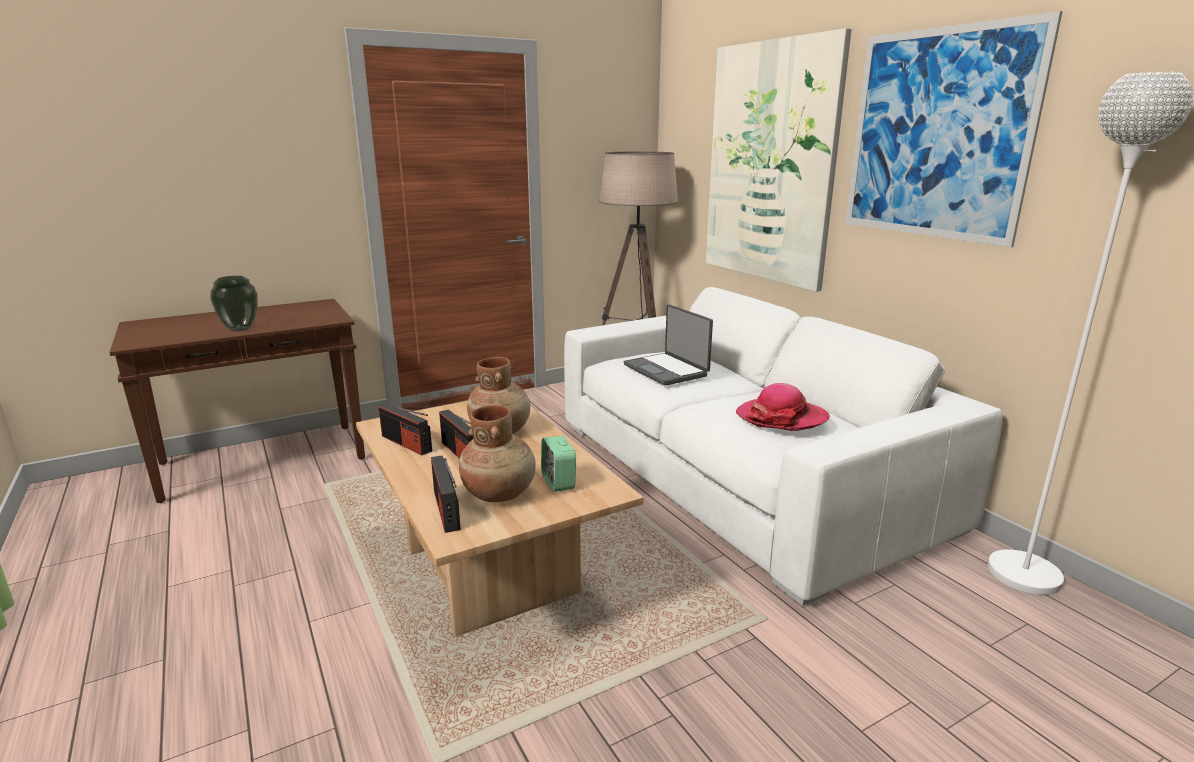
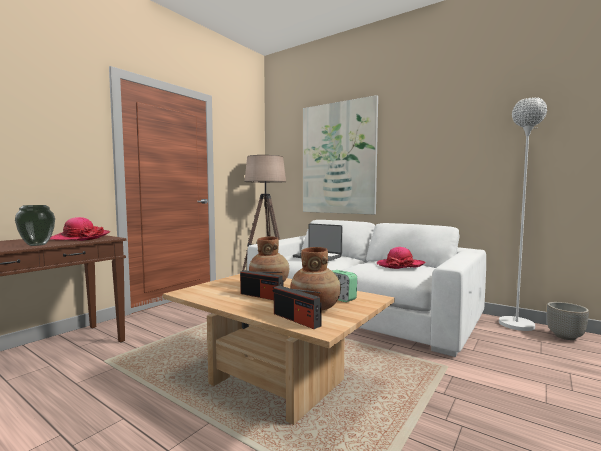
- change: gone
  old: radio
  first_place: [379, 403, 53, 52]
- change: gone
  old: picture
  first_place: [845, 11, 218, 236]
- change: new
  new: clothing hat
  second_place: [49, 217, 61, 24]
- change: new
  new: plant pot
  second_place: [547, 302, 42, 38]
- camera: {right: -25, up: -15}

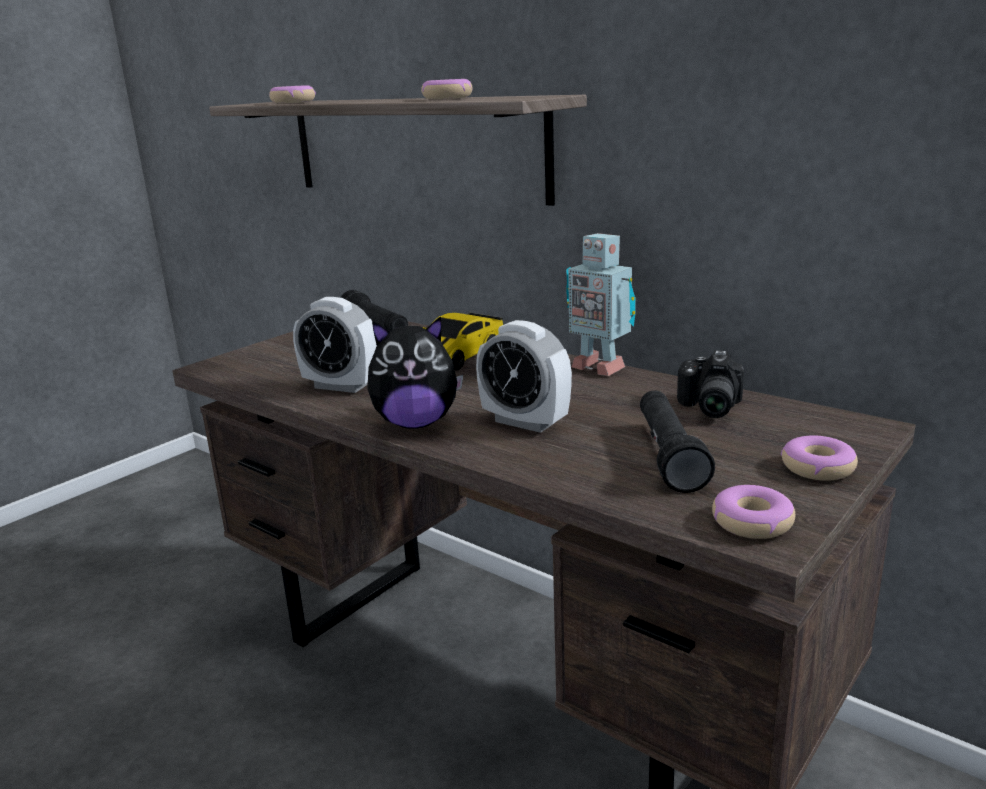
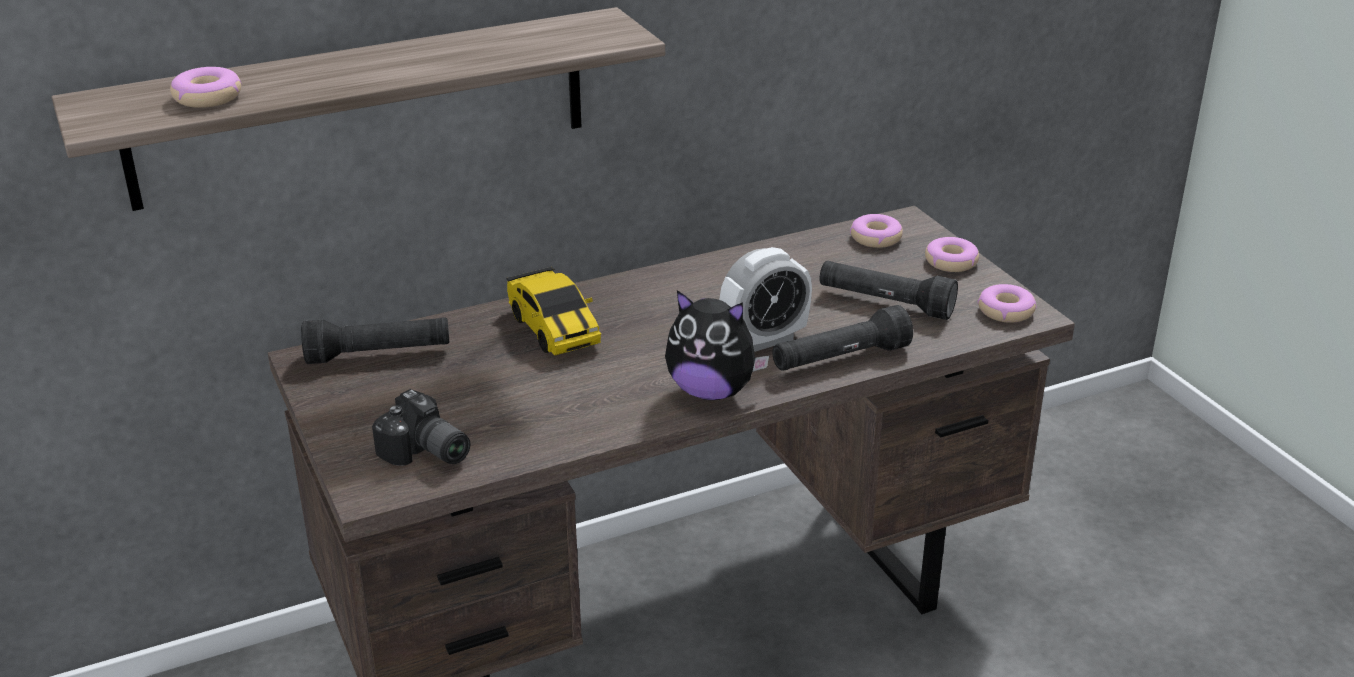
- change: gone
  old: table clock
  first_place: [293, 297, 84, 96]
- change: rotated
  old: plush toy
  first_place: [367, 317, 96, 112]
  second_place: [665, 290, 105, 110]
  degrees: 90
- change: shifted
  old: doughnut
  first_place: [421, 79, 52, 20]
  second_place: [850, 214, 53, 34]
- change: gone
  old: toy robot
  first_place: [566, 233, 70, 143]
- change: shifted
  old: still camera
  first_place: [677, 351, 67, 67]
  second_place: [372, 389, 98, 76]
- change: new
  new: blackish torch
  second_place: [772, 305, 141, 66]
- camera: {right: -65, up: 10}

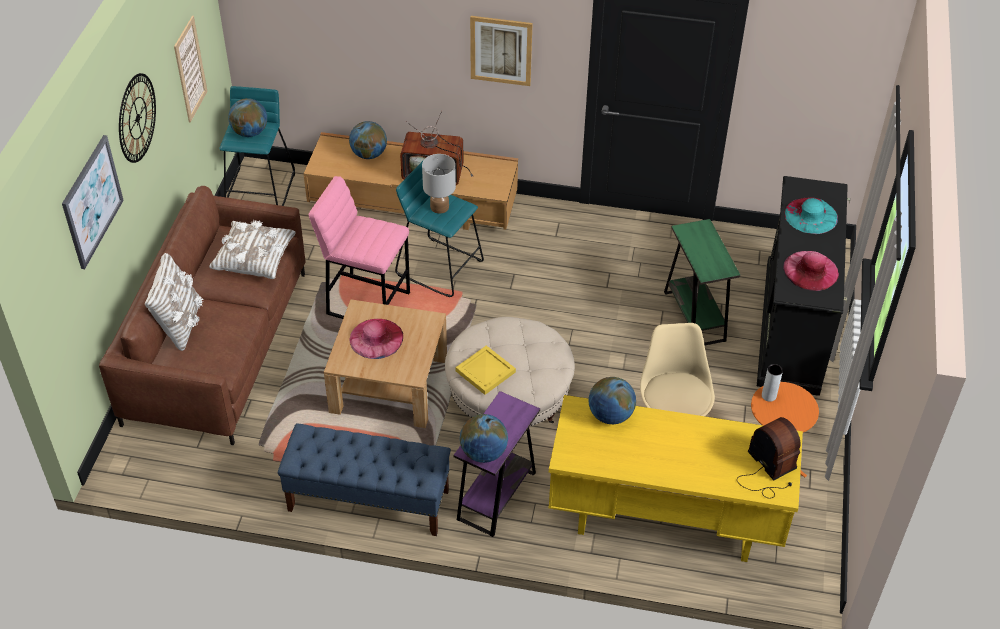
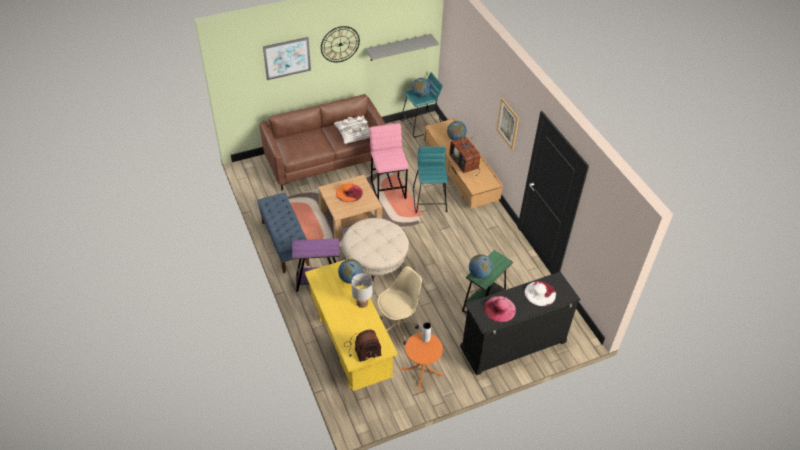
- change: gone
  old: whitish pillow
  first_place: [145, 253, 58, 98]
- change: swapped
  old: picture
  new: gray wall shelf
  first_place: [174, 16, 33, 107]
  second_place: [365, 34, 74, 27]
- change: repainted
  old: pinkish clothing hat
  new: orangey clothing hat
  first_place: [350, 319, 53, 40]
  second_place: [336, 183, 27, 19]
- change: shifted
  old: gray table lamp
  first_place: [422, 154, 34, 59]
  second_place: [352, 273, 20, 35]
- change: gone
  old: yellowish serving tray
  first_place: [456, 345, 60, 50]
- change: shifted
  old: globe
  first_place: [460, 414, 48, 49]
  second_place: [469, 254, 24, 25]
- change: rotated
  old: radio
  first_place: [737, 417, 63, 82]
  second_place: [344, 330, 38, 32]
  degrees: 45
- change: repainted
  old: turquoise-coloured clothing hat
  new: whitish clothing hat
  first_place: [785, 197, 53, 37]
  second_place: [525, 281, 31, 25]
- camera: {right: 55, up: 0}

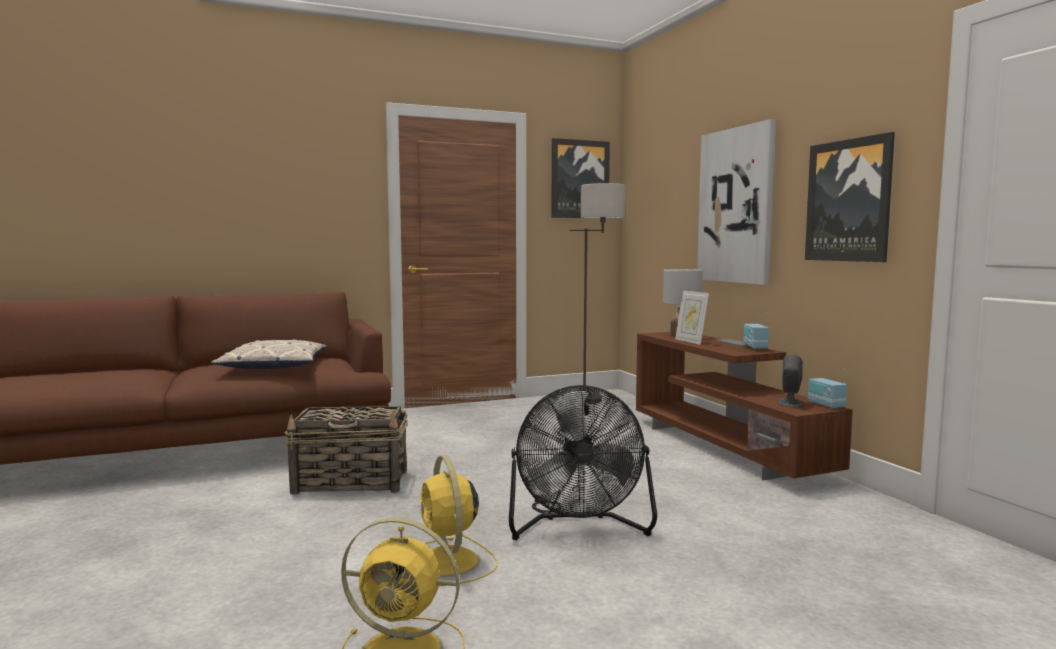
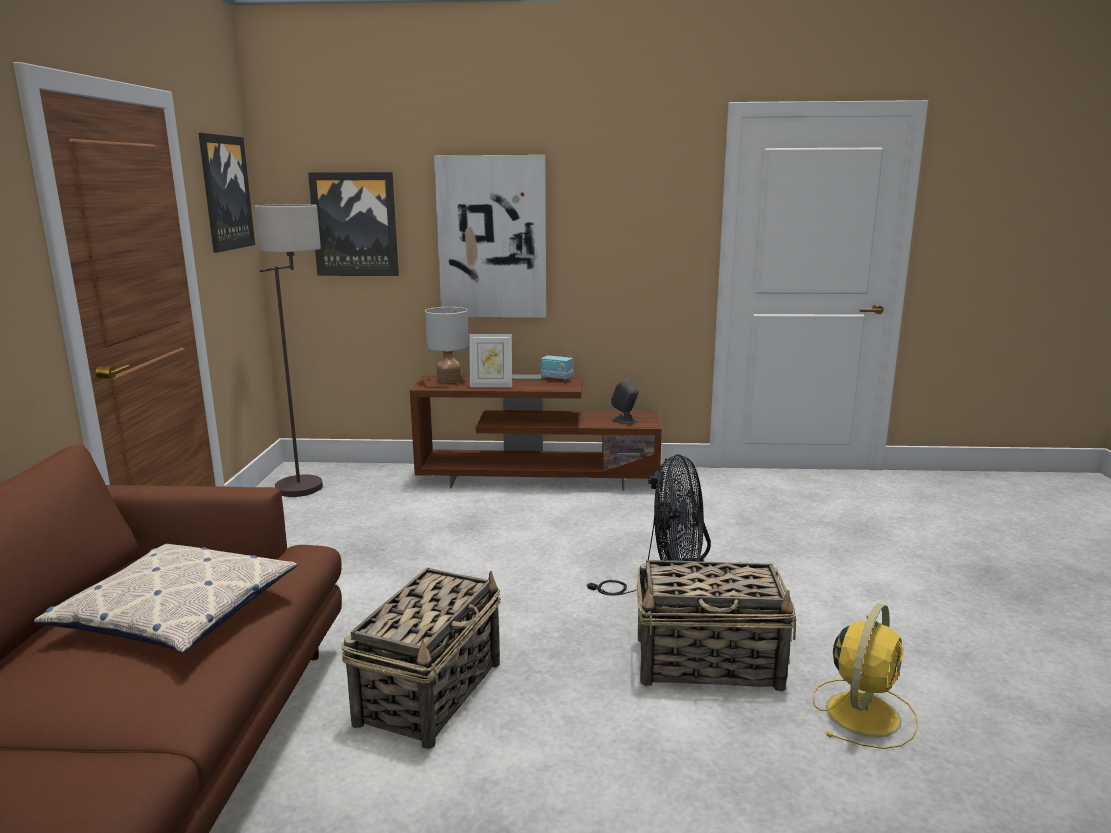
- change: swapped
  old: yellowish cooling fan
  new: storage basket
  first_place: [420, 455, 77, 131]
  second_place: [636, 560, 160, 132]
- change: shifted
  old: picture
  first_place: [805, 132, 90, 130]
  second_place: [308, 172, 91, 104]
- change: gone
  old: radio
  first_place: [808, 368, 39, 41]
- camera: {right: -65, up: 10}

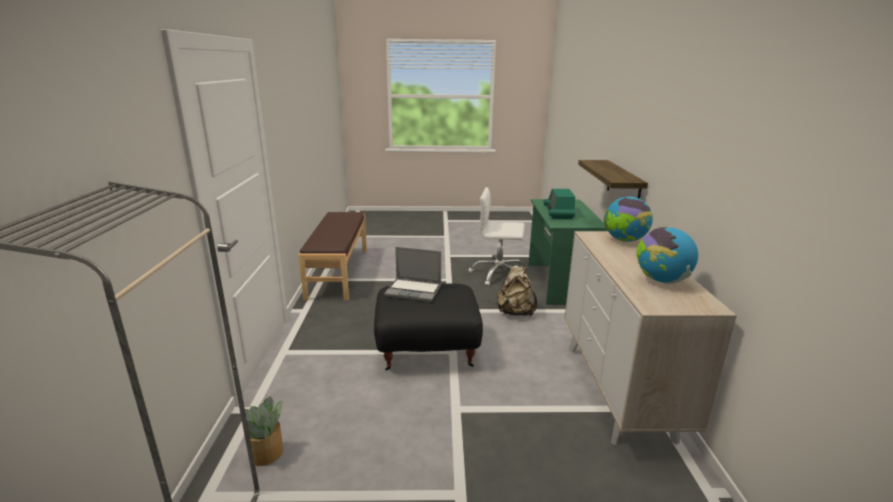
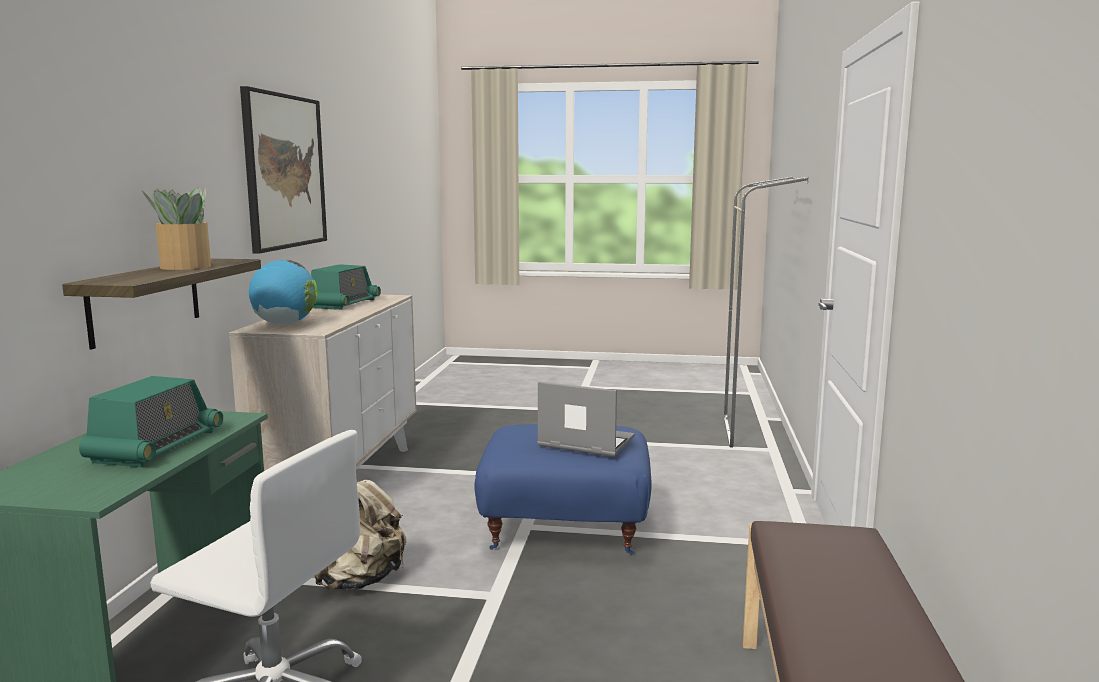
- change: shifted
  old: houseplant
  first_place: [241, 397, 42, 69]
  second_place: [142, 188, 69, 82]
- change: repainted
  old: blackish pouffe
  new: blue pouffe
  first_place: [374, 283, 109, 88]
  second_place: [475, 424, 177, 131]
- change: swapped
  old: globe
  new: radio
  first_place: [636, 227, 62, 57]
  second_place: [311, 264, 70, 46]
- change: new
  new: picture
  second_place: [240, 86, 87, 167]
- camera: {right: -170, up: -10}

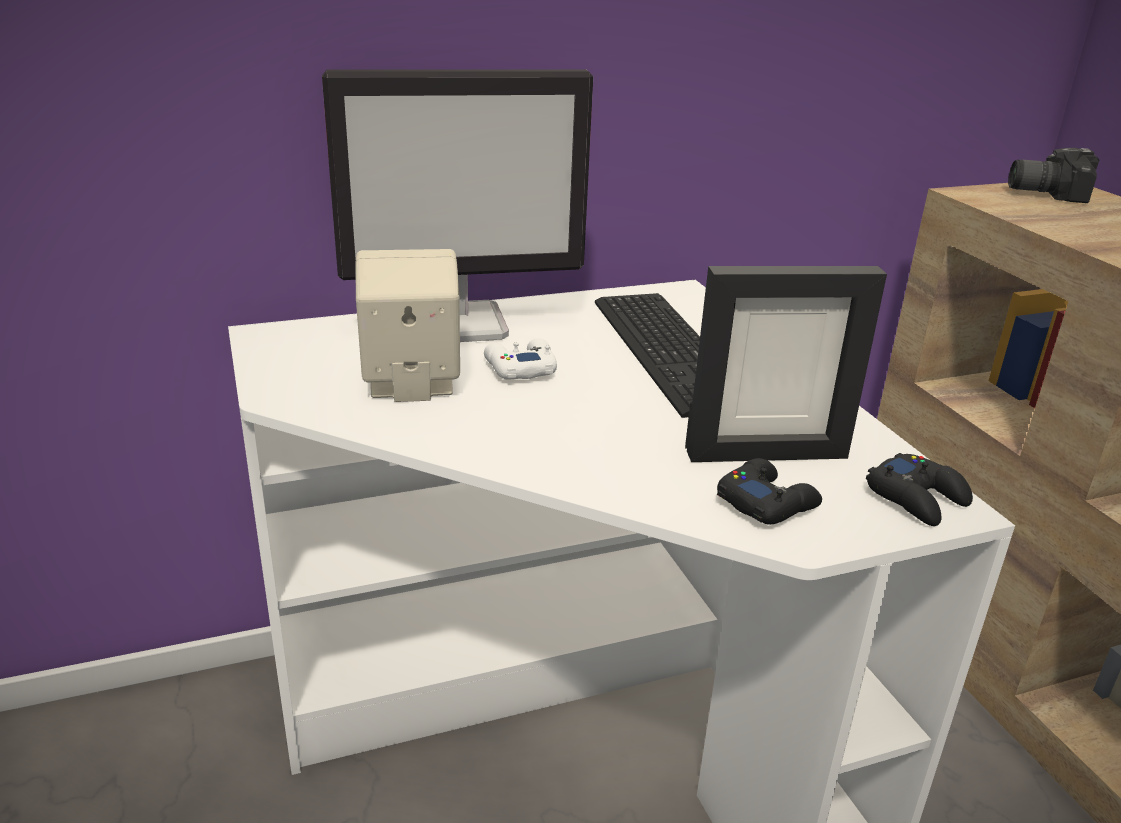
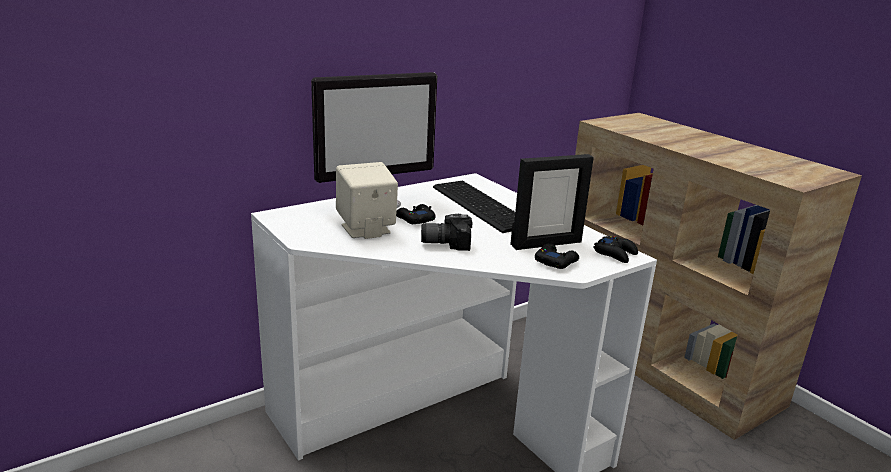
- change: repainted
  old: whitish gamepad
  new: blackish gamepad
  first_place: [484, 338, 73, 41]
  second_place: [396, 204, 40, 20]
- change: shifted
  old: still camera
  first_place: [1008, 148, 91, 55]
  second_place: [421, 214, 52, 37]
- camera: {right: -15, up: -5}

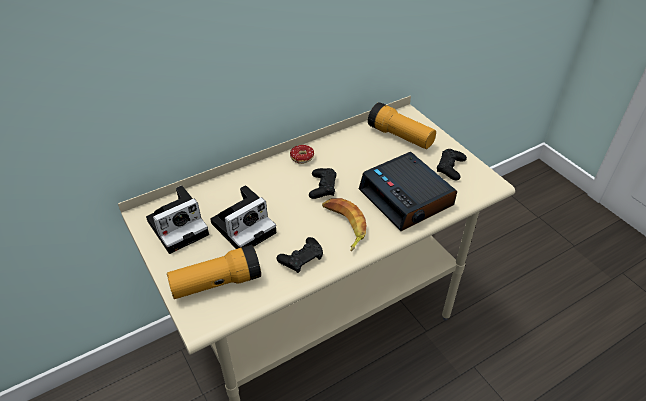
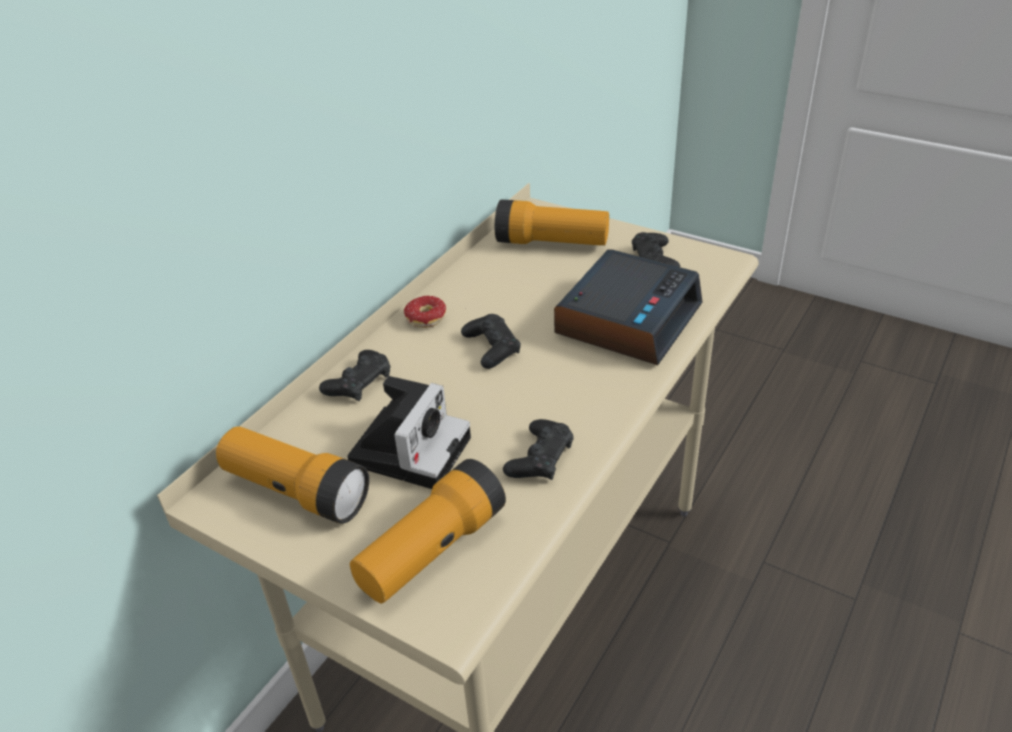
- change: swapped
  old: still camera
  new: torch
  first_place: [146, 185, 63, 69]
  second_place: [216, 426, 153, 98]
- change: gone
  old: banana fruit
  first_place: [322, 198, 44, 53]
- change: rotated
  old: table clock
  first_place: [359, 152, 98, 79]
  second_place: [554, 249, 148, 116]
  degrees: -90
- change: new
  new: blackish gamepad
  second_place: [319, 350, 72, 51]
- camera: {right: -25, up: -5}

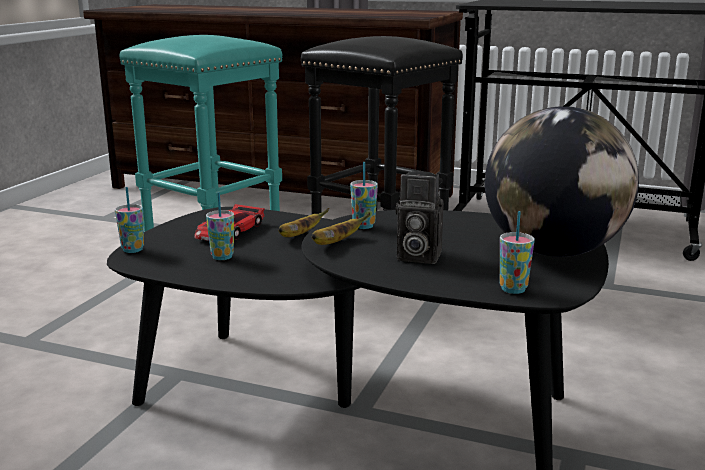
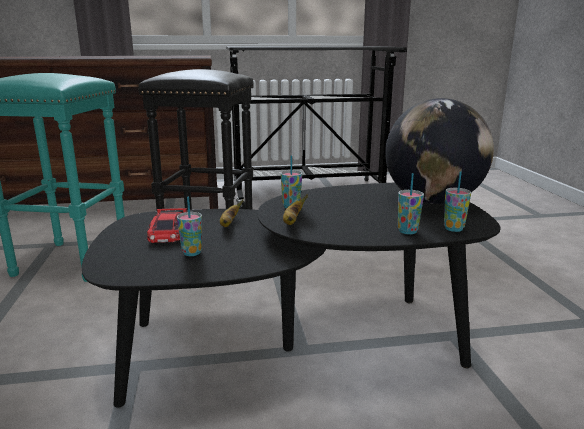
- change: shifted
  old: small cup
  first_place: [115, 187, 29, 66]
  second_place: [398, 173, 26, 62]
- change: gone
  old: still camera
  first_place: [396, 171, 48, 93]
- camera: {right: -30, up: 0}

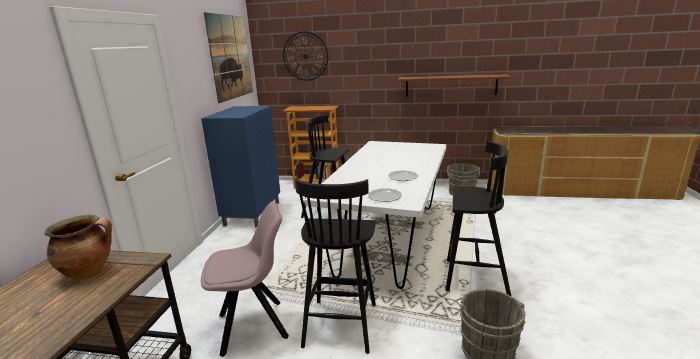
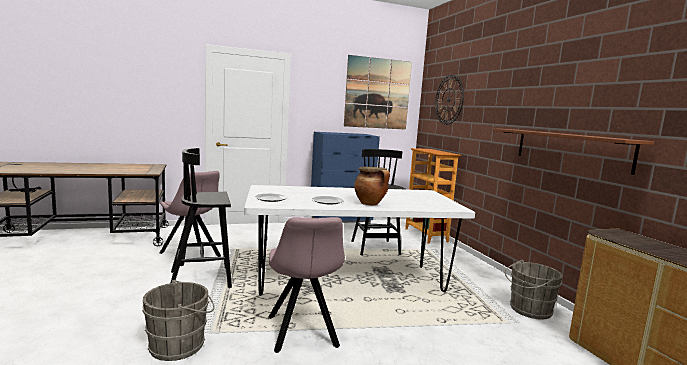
- change: shifted
  old: cooking pot
  first_place: [45, 215, 67, 65]
  second_place: [354, 167, 36, 38]
- change: swapped
  old: blackish stool seat
  new: pinkish chair
  first_place: [446, 141, 65, 155]
  second_place: [269, 217, 76, 136]
- camera: {right: 60, up: -10}

